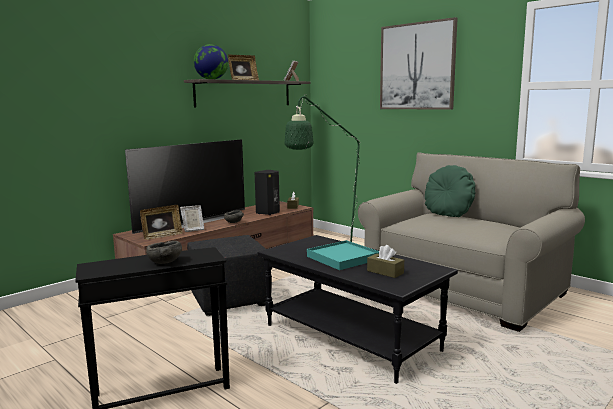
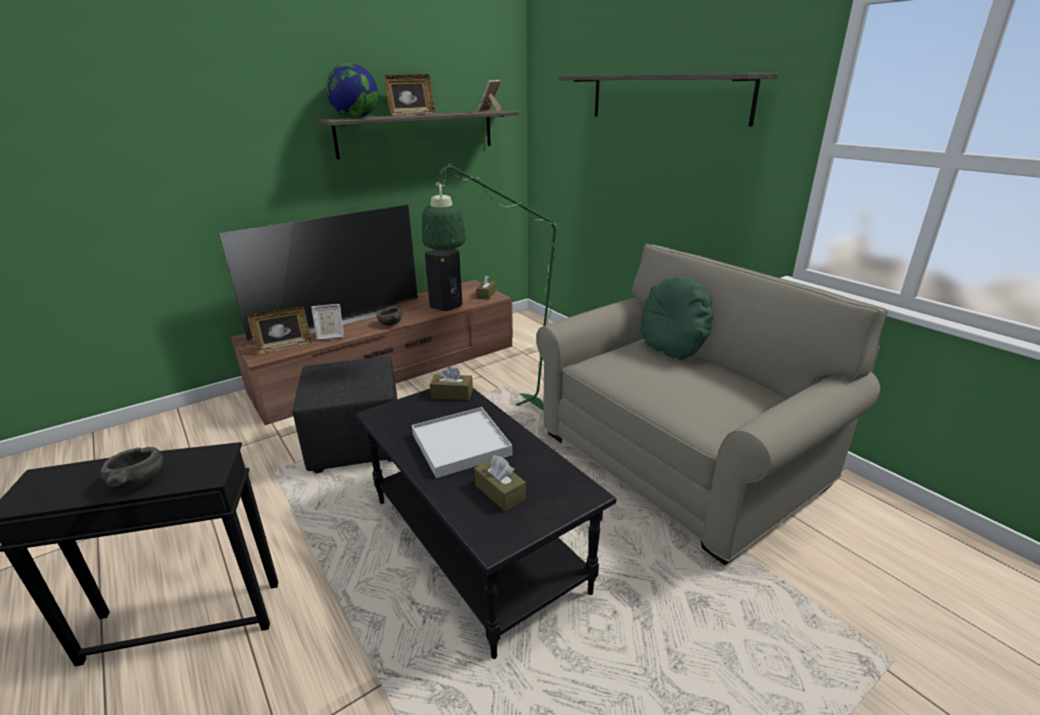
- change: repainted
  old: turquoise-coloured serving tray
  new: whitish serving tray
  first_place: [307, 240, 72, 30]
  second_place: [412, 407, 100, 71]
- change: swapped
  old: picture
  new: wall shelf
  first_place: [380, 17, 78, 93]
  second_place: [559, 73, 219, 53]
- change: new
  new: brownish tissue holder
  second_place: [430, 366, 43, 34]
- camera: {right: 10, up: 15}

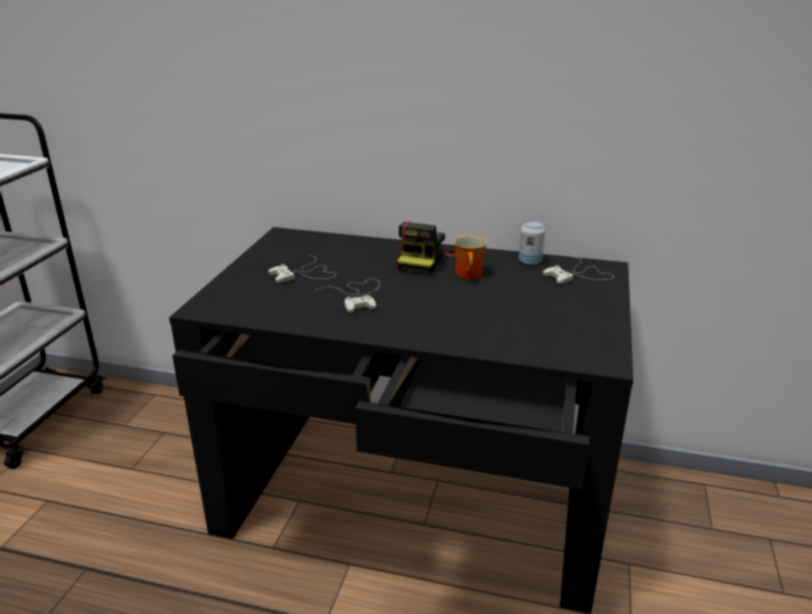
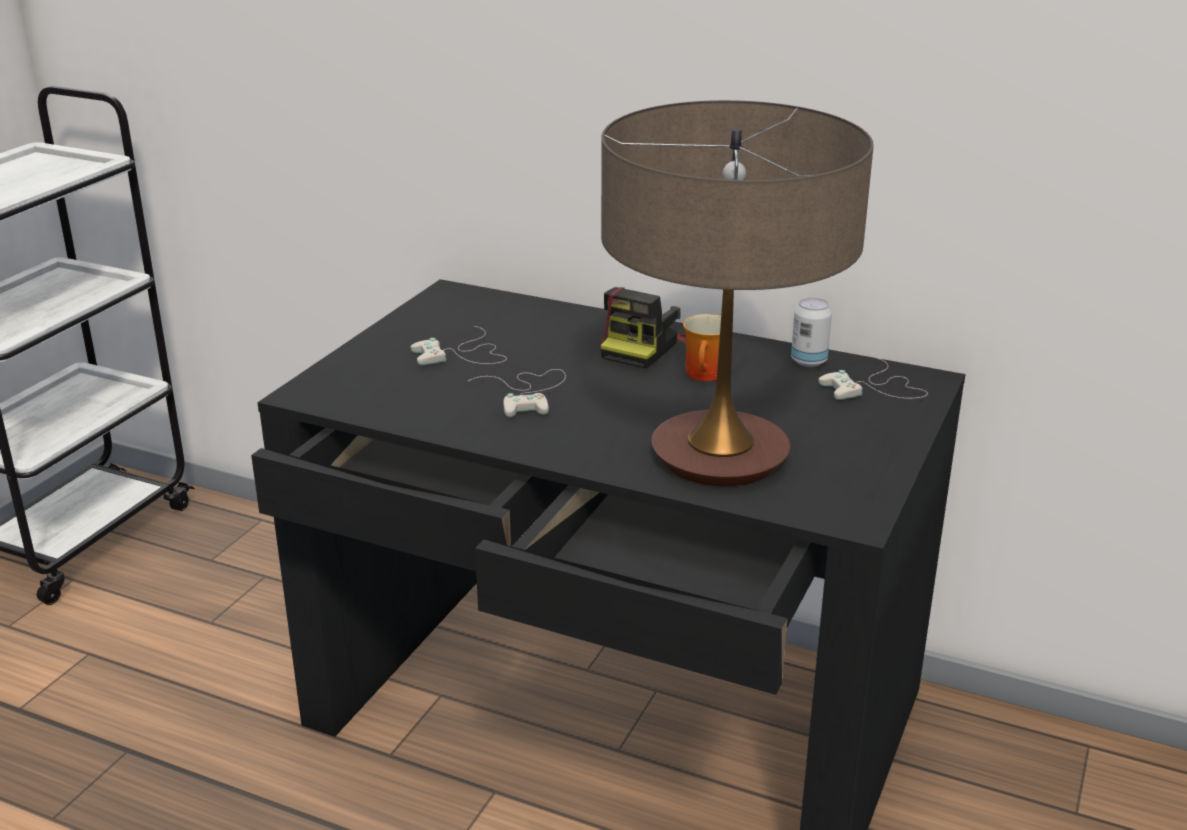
- change: new
  new: table lamp
  second_place: [601, 100, 273, 386]
- camera: {right: 10, up: 0}

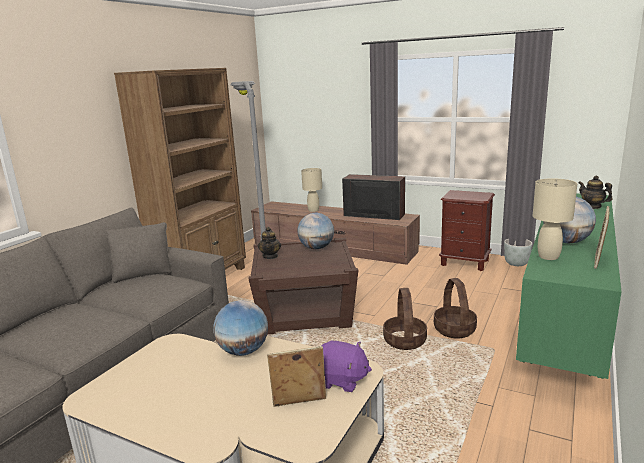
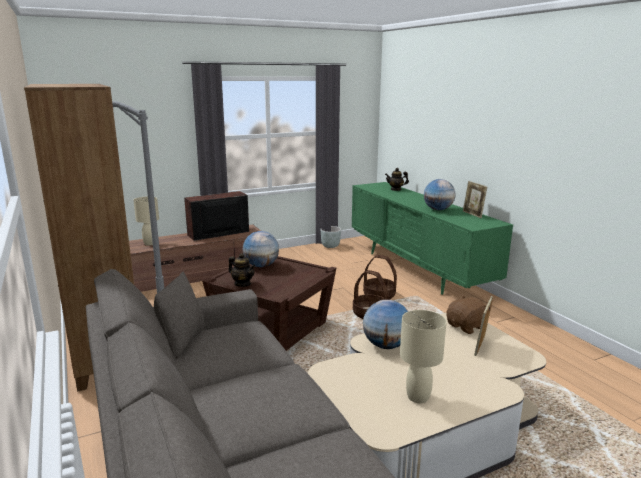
- change: repainted
  old: purplish plush toy
  new: brownish plush toy
  first_place: [321, 341, 51, 51]
  second_place: [446, 296, 40, 38]
- change: gone
  old: brownish bedside table
  first_place: [439, 190, 56, 81]
- change: shifted
  old: beige table lamp
  first_place: [533, 178, 44, 82]
  second_place: [400, 310, 47, 93]
- camera: {right: -55, up: 0}

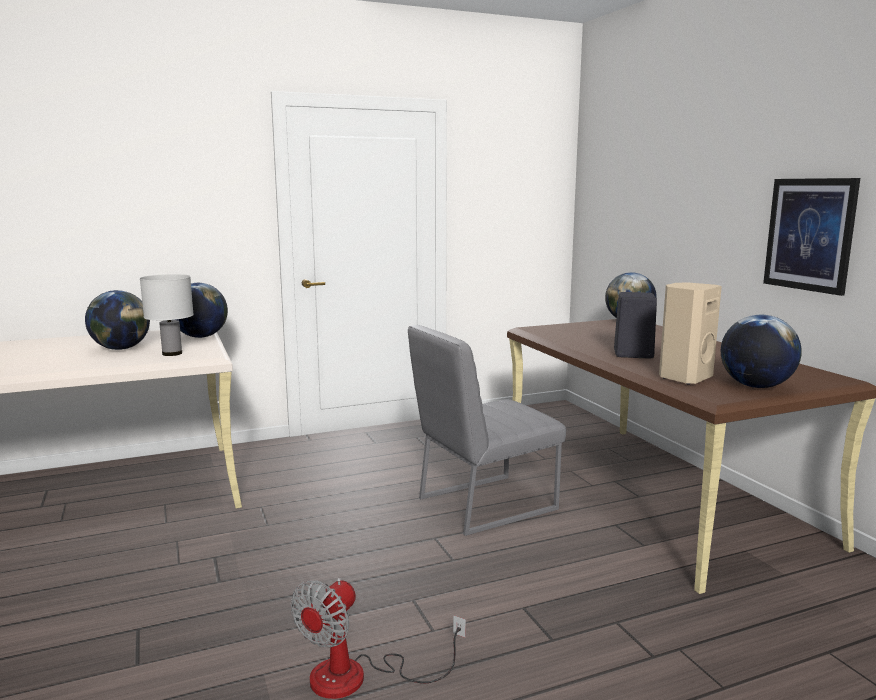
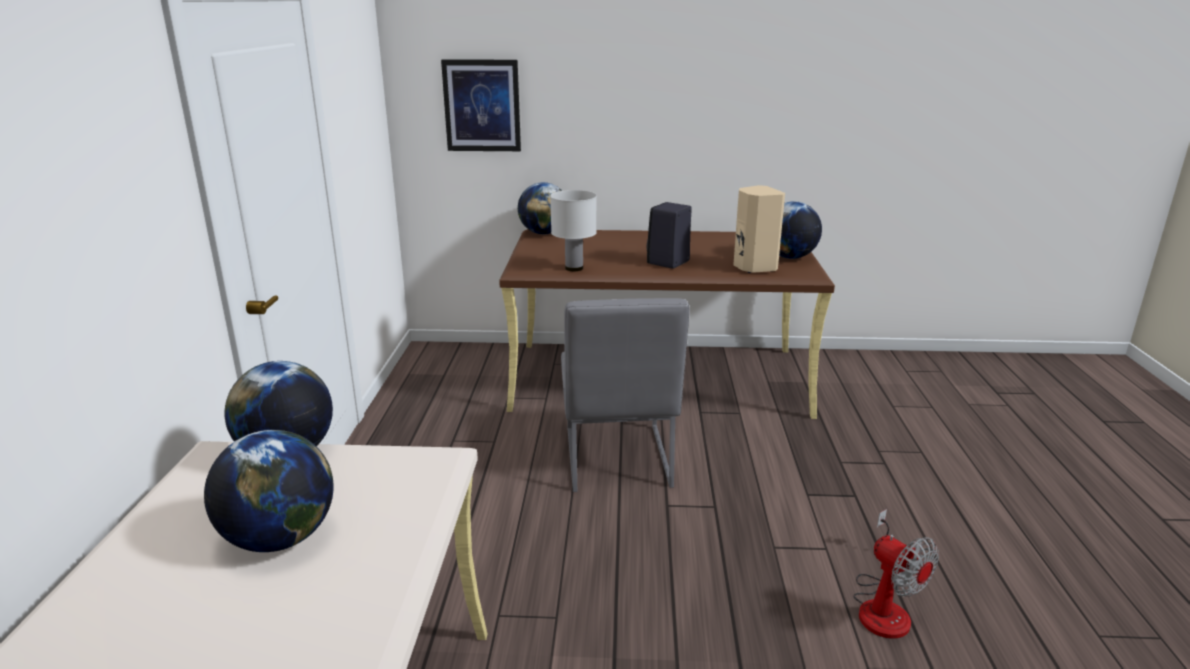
- change: shifted
  old: whitish table lamp
  first_place: [140, 274, 54, 82]
  second_place: [550, 190, 47, 81]
- change: shifted
  old: picture
  first_place: [763, 178, 97, 118]
  second_place: [441, 59, 80, 92]
- camera: {right: -65, up: 10}

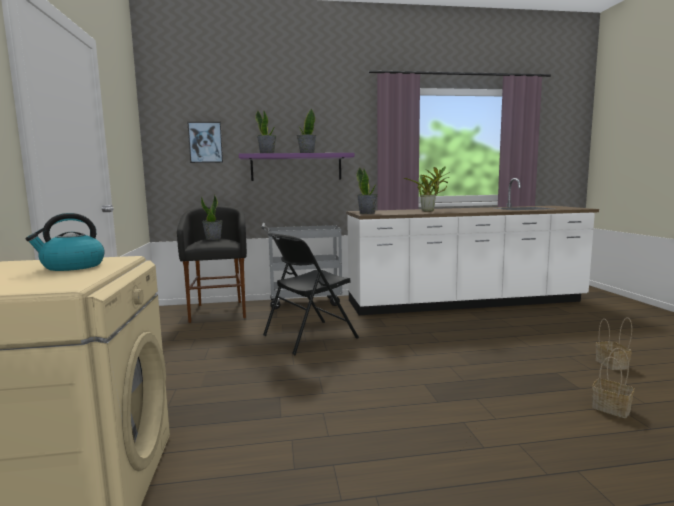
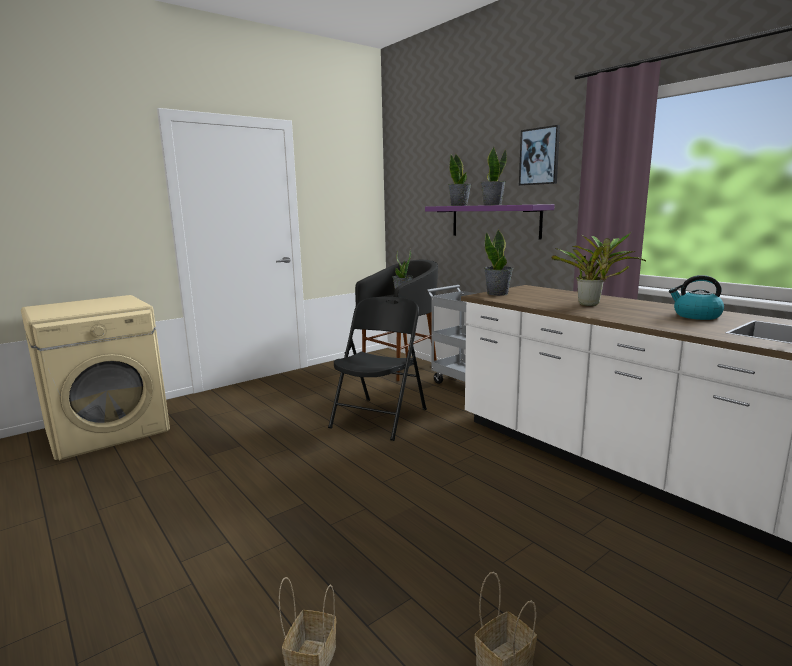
- change: shifted
  old: kettle
  first_place: [25, 213, 79, 58]
  second_place: [669, 275, 55, 45]
- change: shifted
  old: picture
  first_place: [188, 122, 35, 41]
  second_place: [519, 125, 41, 60]
- change: rotated
  old: blackish chair
  first_place: [263, 232, 96, 123]
  second_place: [328, 297, 99, 144]
  degrees: 90
- camera: {right: 60, up: 5}

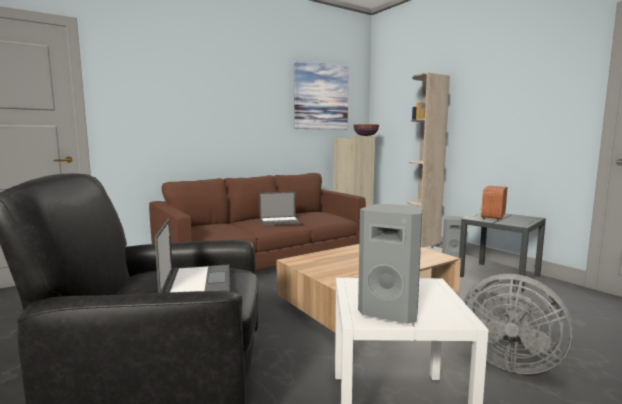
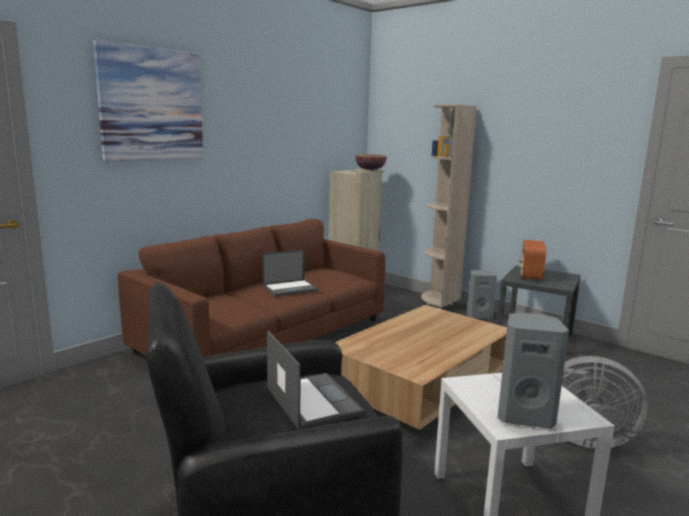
- change: shifted
  old: picture
  first_place: [294, 59, 55, 71]
  second_place: [93, 40, 110, 122]
- camera: {right: -15, up: 5}

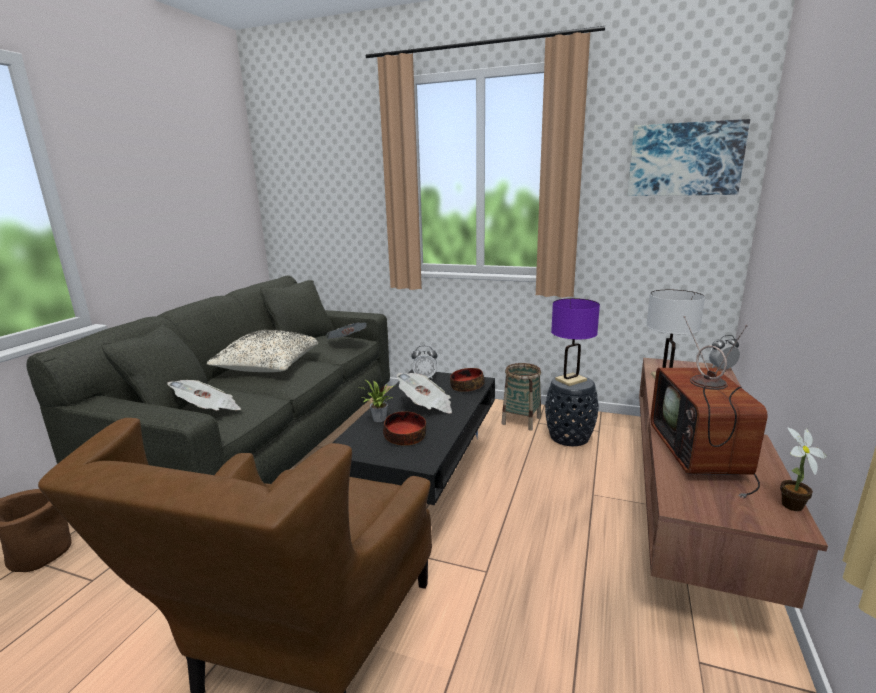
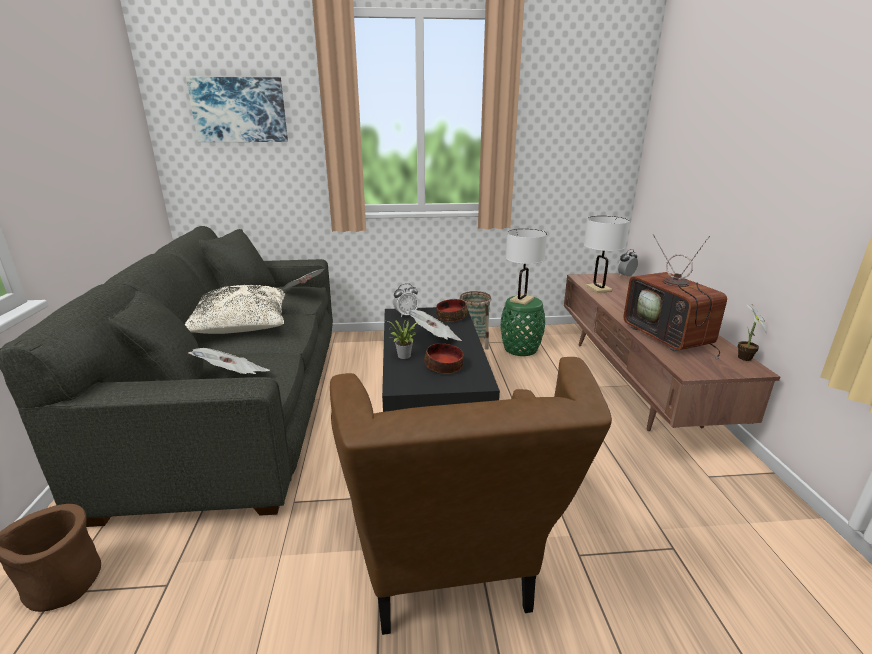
- change: repainted
  old: blackish stool seat
  new: green stool seat
  first_place: [545, 375, 53, 71]
  second_place: [501, 296, 44, 60]
- change: repainted
  old: purplish table lamp
  new: whitish table lamp
  first_place: [551, 298, 49, 88]
  second_place: [506, 229, 41, 76]
- change: shifted
  old: picture
  first_place: [628, 119, 122, 77]
  second_place: [186, 77, 102, 65]
- camera: {right: -25, up: 5}

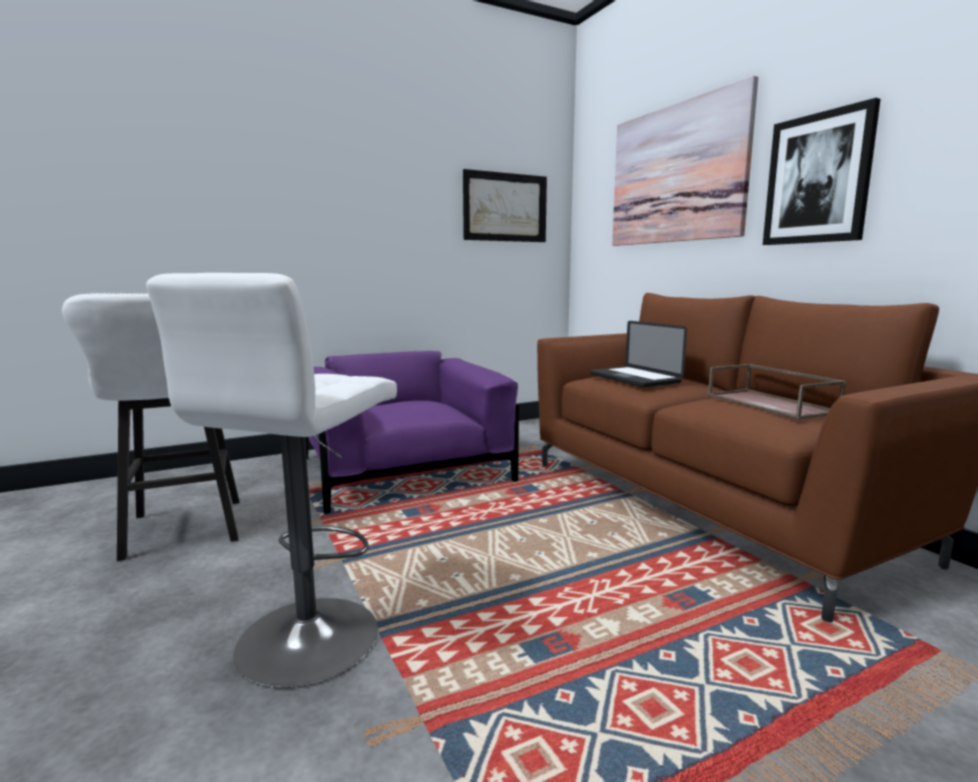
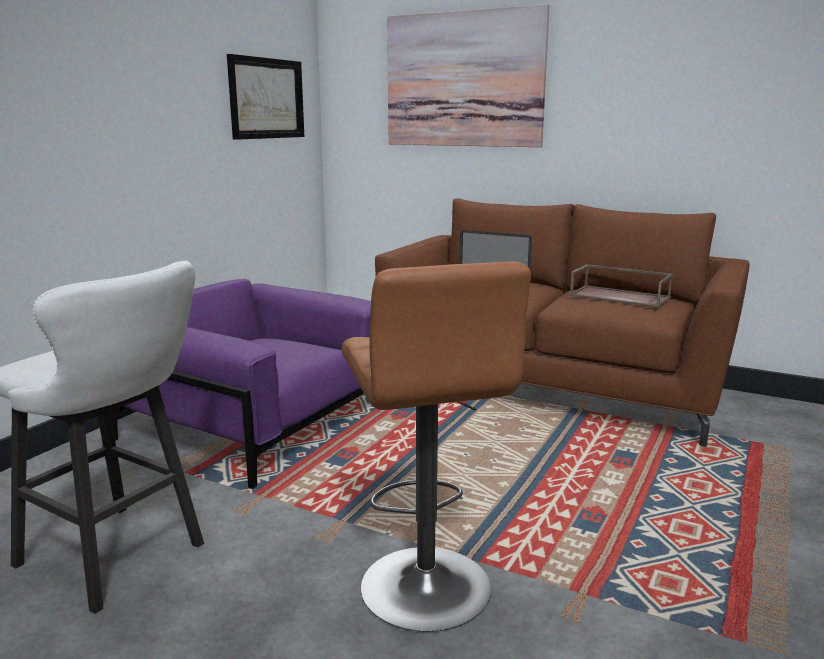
- change: repainted
  old: whitish stool seat
  new: brownish stool seat
  first_place: [146, 273, 251, 415]
  second_place: [342, 261, 189, 371]
- change: gone
  old: picture
  first_place: [763, 98, 118, 147]
- camera: {right: -35, up: 5}

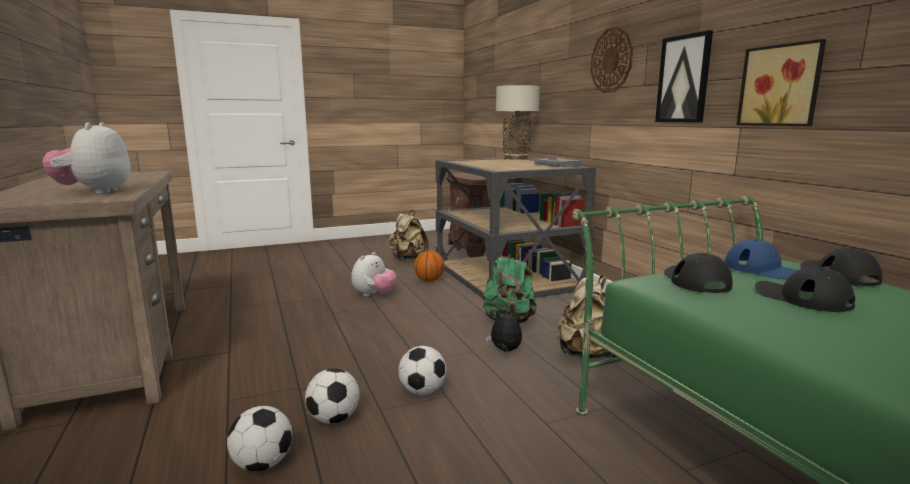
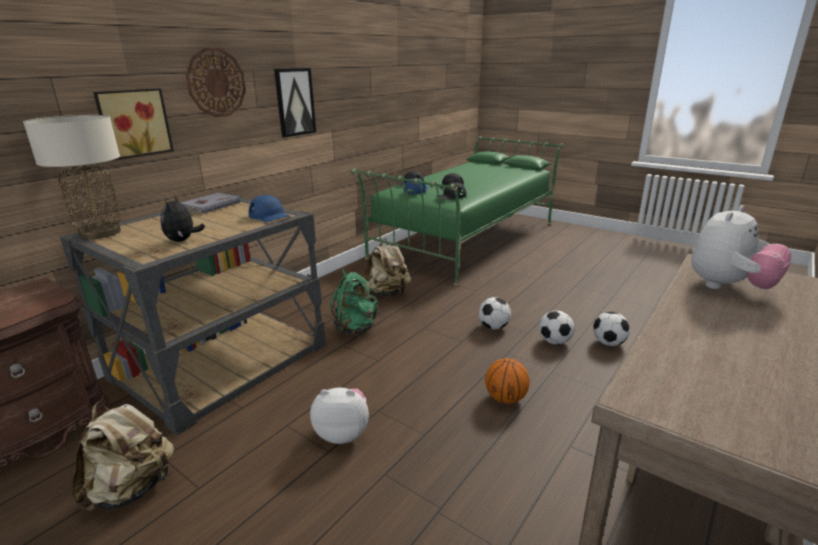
- change: shifted
  old: basketball ball
  first_place: [414, 250, 31, 32]
  second_place: [485, 358, 45, 46]
- change: shifted
  old: plush toy
  first_place: [486, 310, 36, 42]
  second_place: [160, 196, 45, 46]
- change: shifted
  old: picture
  first_place: [736, 39, 90, 87]
  second_place: [93, 88, 81, 73]
- change: new
  new: blue baseball cap
  second_place: [248, 195, 43, 27]
- camera: {right: -120, up: 10}

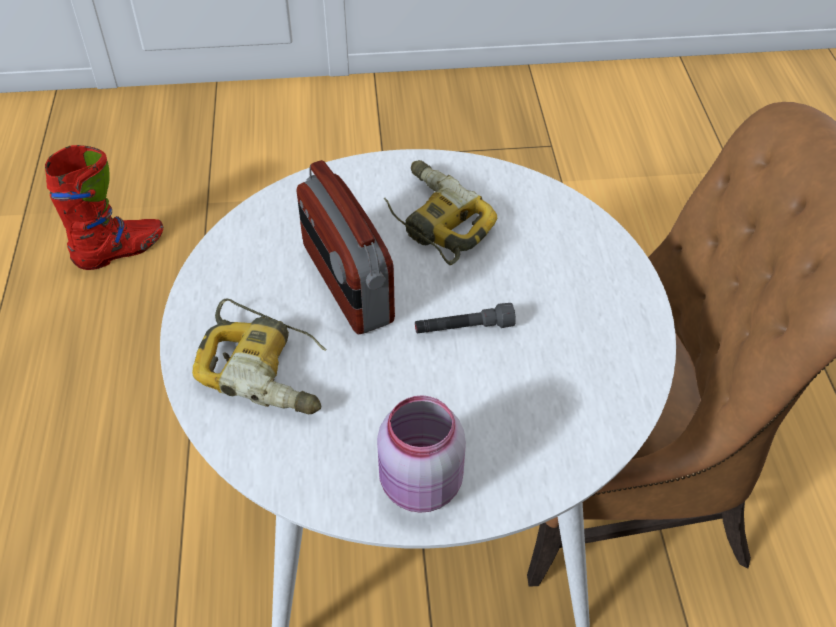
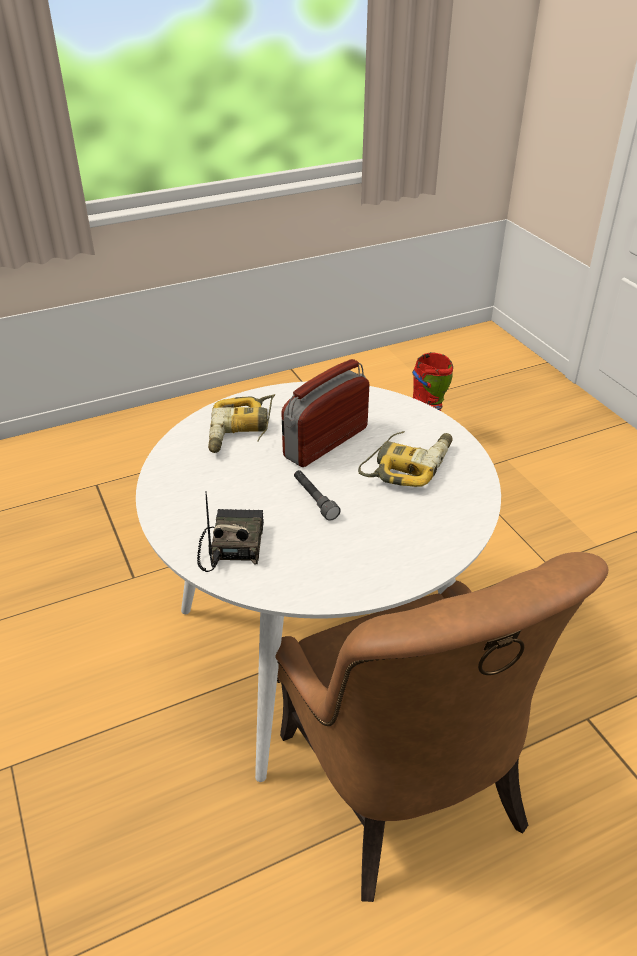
- change: gone
  old: pinkish preserve jar
  first_place: [377, 395, 89, 118]
- change: new
  new: radio
  second_place: [197, 491, 67, 81]
- camera: {right: 70, up: -10}

